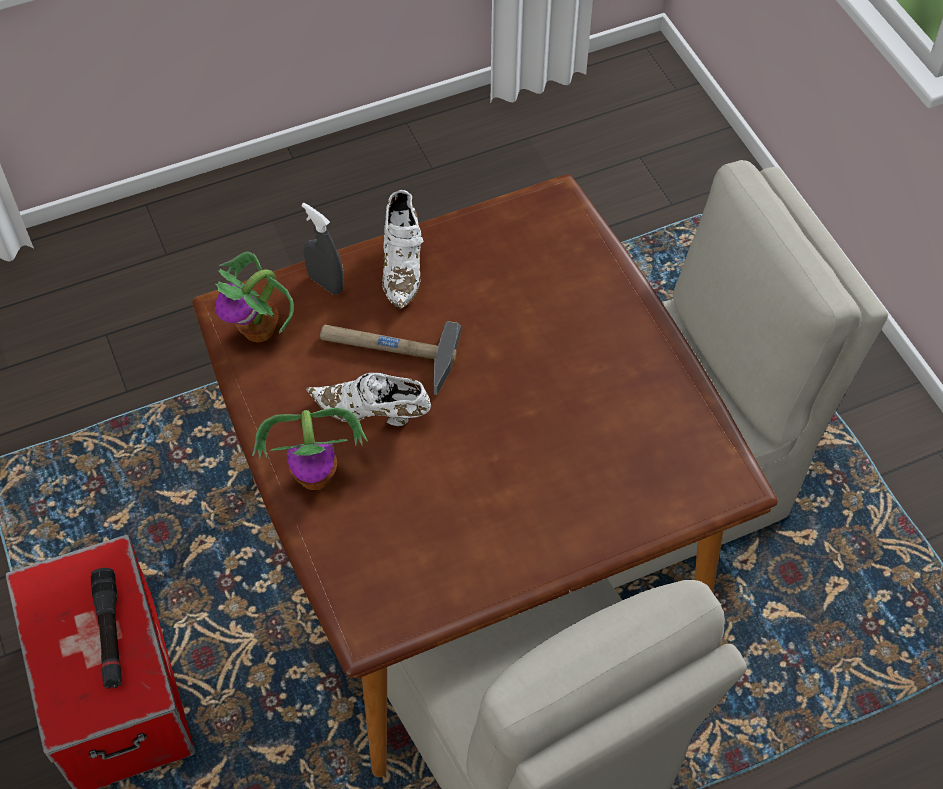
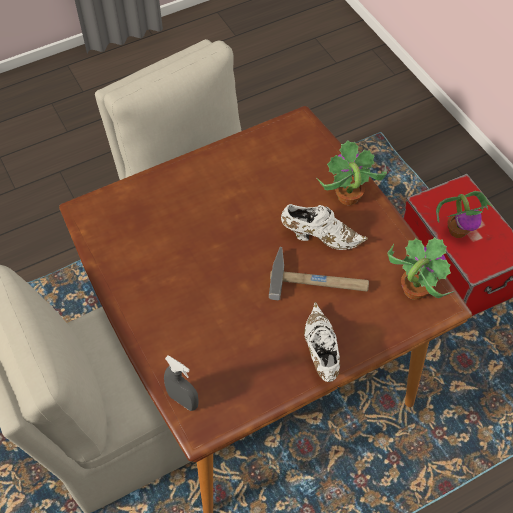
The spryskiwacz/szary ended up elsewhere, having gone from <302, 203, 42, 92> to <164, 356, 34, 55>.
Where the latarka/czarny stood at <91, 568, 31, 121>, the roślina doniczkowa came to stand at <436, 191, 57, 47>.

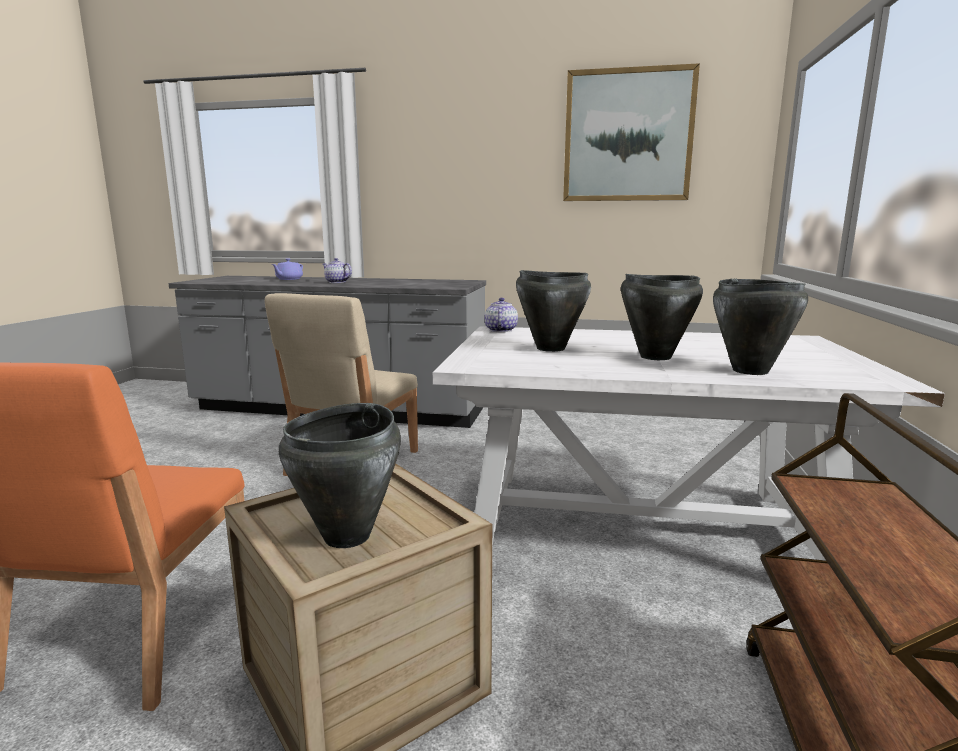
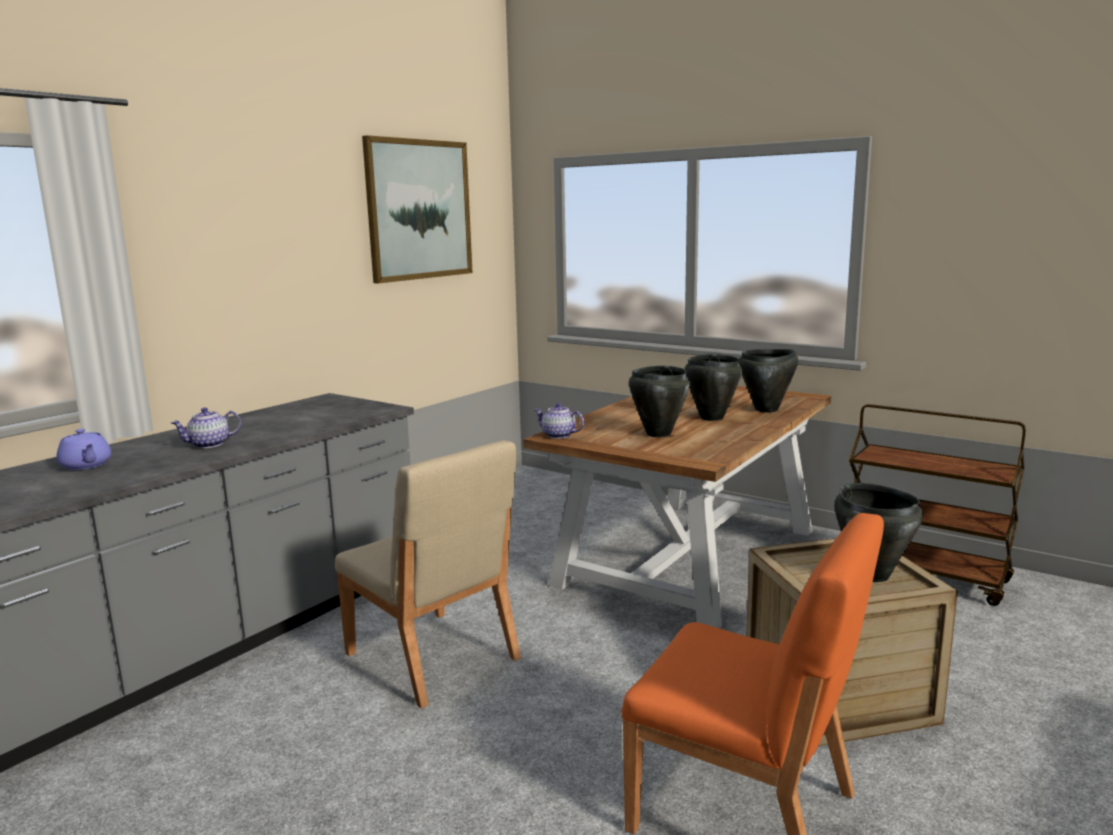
What was the stół jadalny/biały at <433, 326, 512, 235> turned into the stół jadalny/brązowy at <523, 386, 308, 242>.

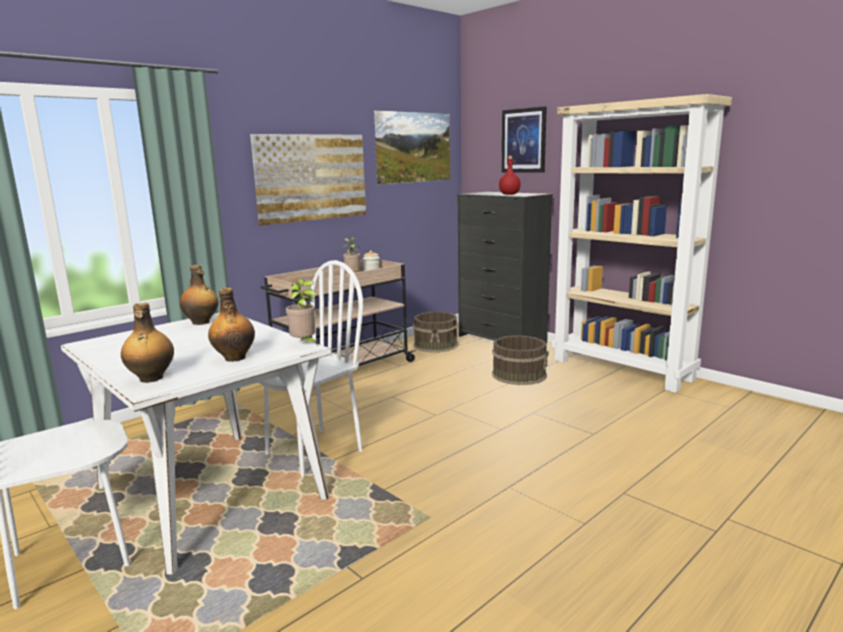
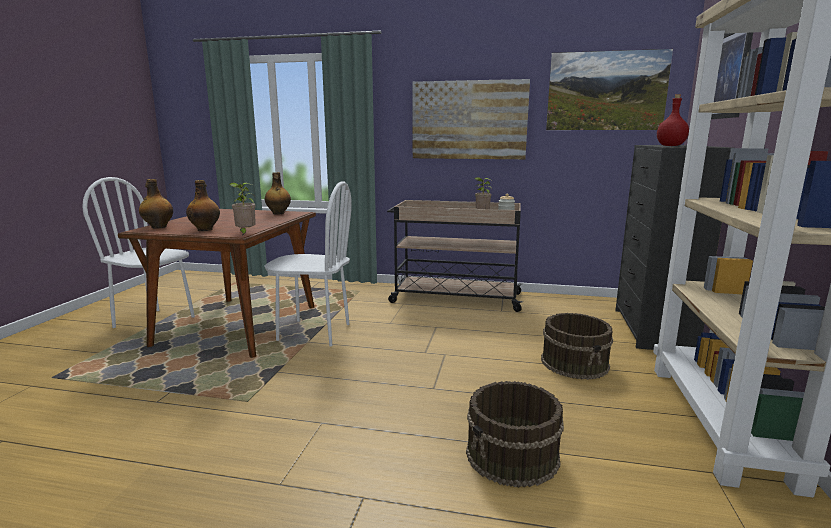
What was the stół jadalny/biały at <61, 313, 270, 262> turned into the stół jadalny/brązowy at <118, 209, 198, 149>.
The wiadro/brązowy ended up elsewhere, having gone from <413, 312, 45, 40> to <466, 381, 98, 107>.

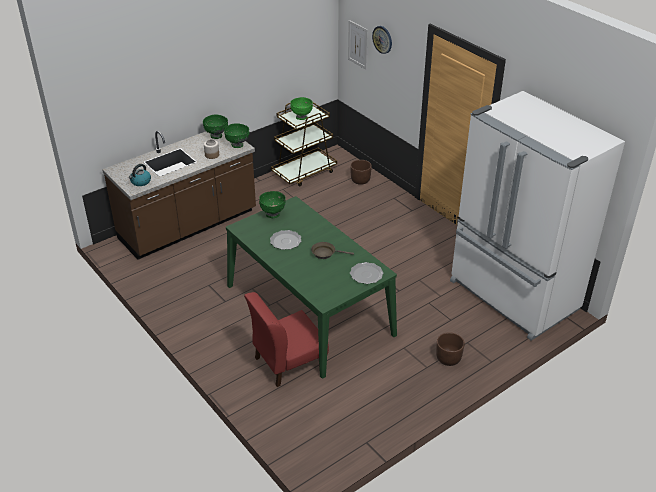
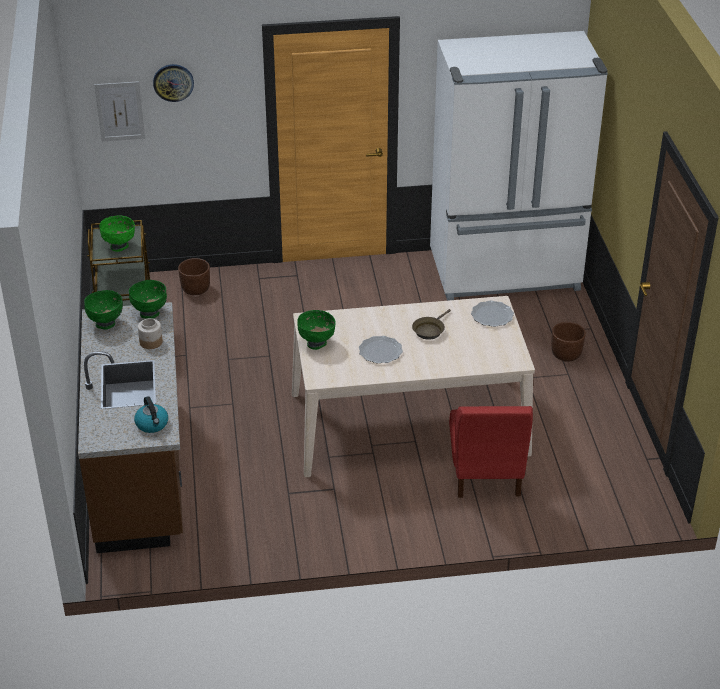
What was the stół jadalny/zielony at <226, 196, 171, 183> turned into the stół jadalny/beżowy at <292, 296, 243, 181>.

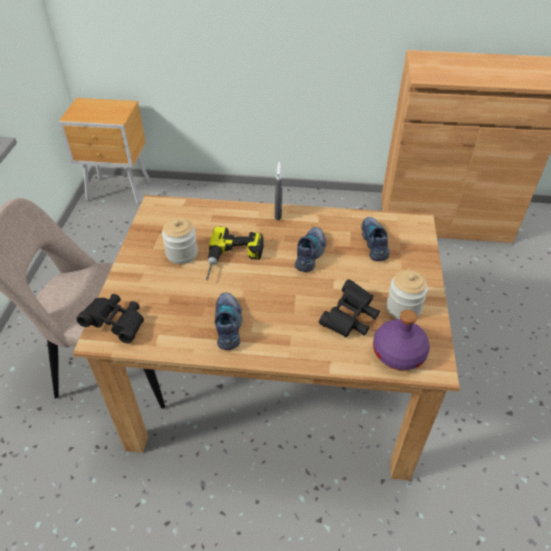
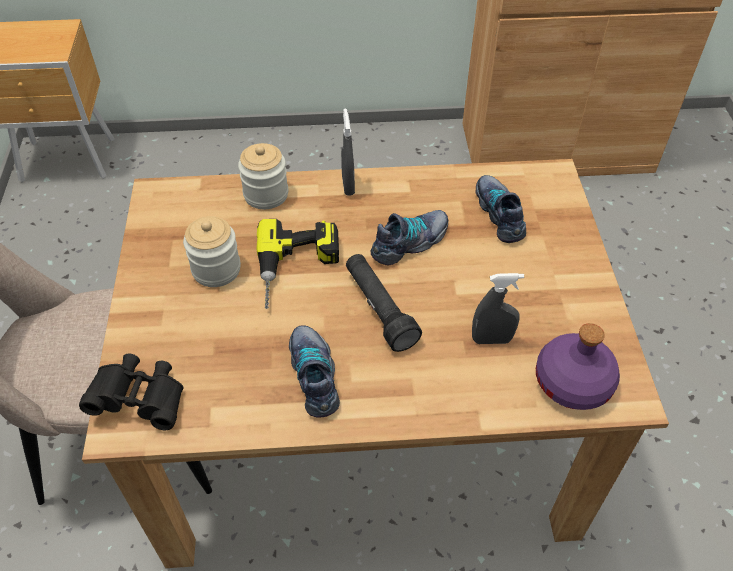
The słoik ended up elsewhere, having gone from <387, 270, 41, 49> to <238, 143, 50, 66>.
The second view gained the latarka/czarny at <346, 254, 76, 98>.
The but at <295, 227, 32, 45> ended up facing another way, 45 degrees clockwise from before.
Where the lornetka/czarny stood at <319, 279, 61, 59>, the spryskiwacz/szary came to stand at <472, 273, 52, 71>.

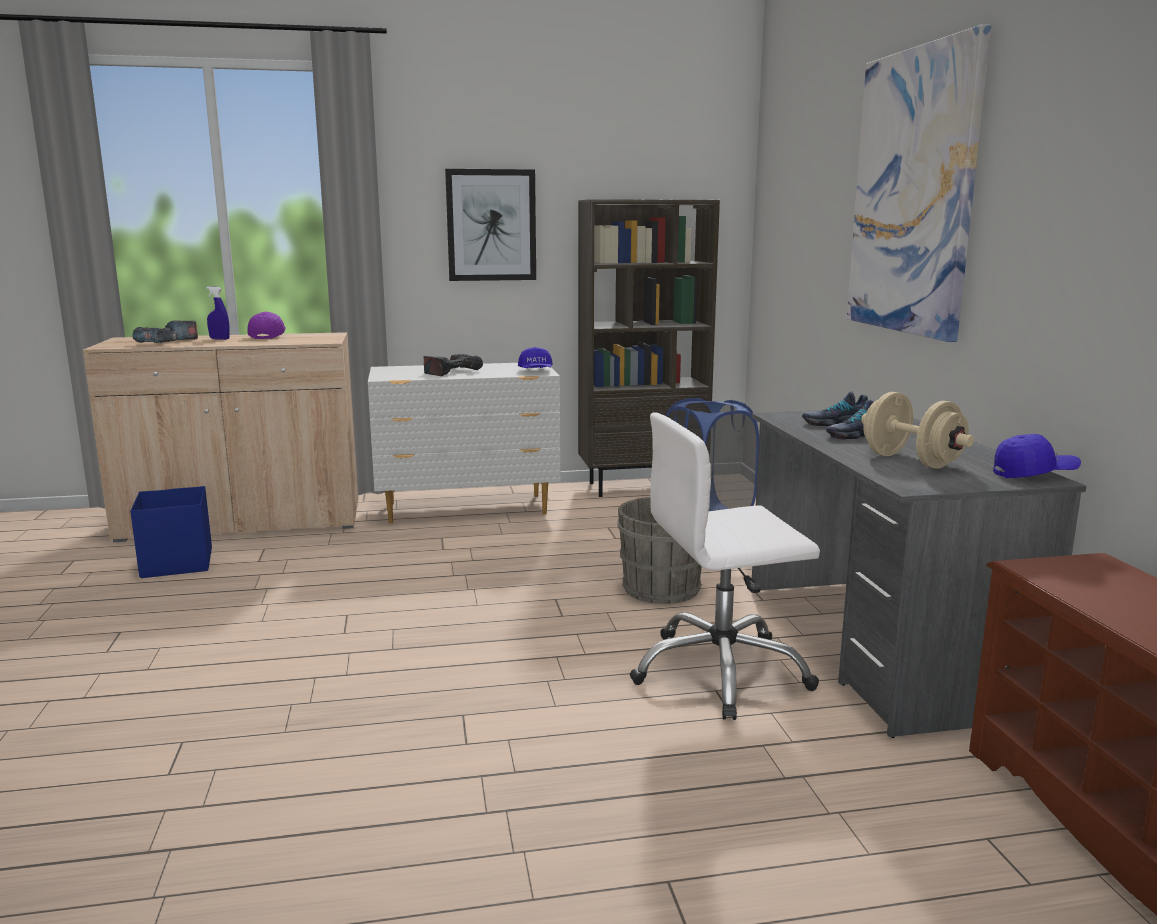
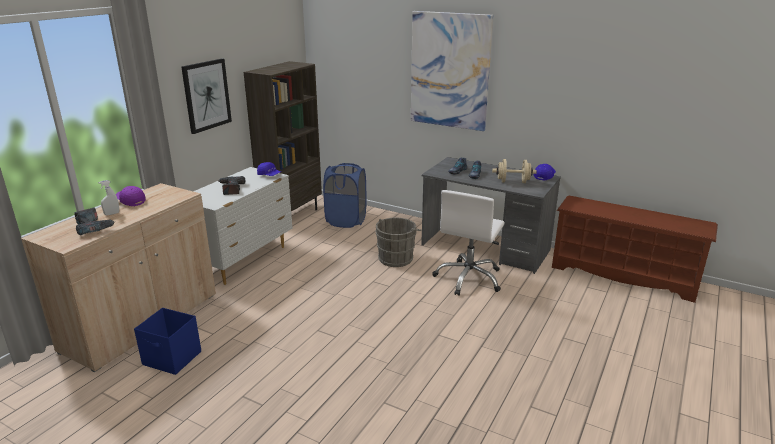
What was the spryskiwacz/niebieski at <206, 286, 24, 54> turned into the spryskiwacz/biały at <98, 180, 21, 36>.

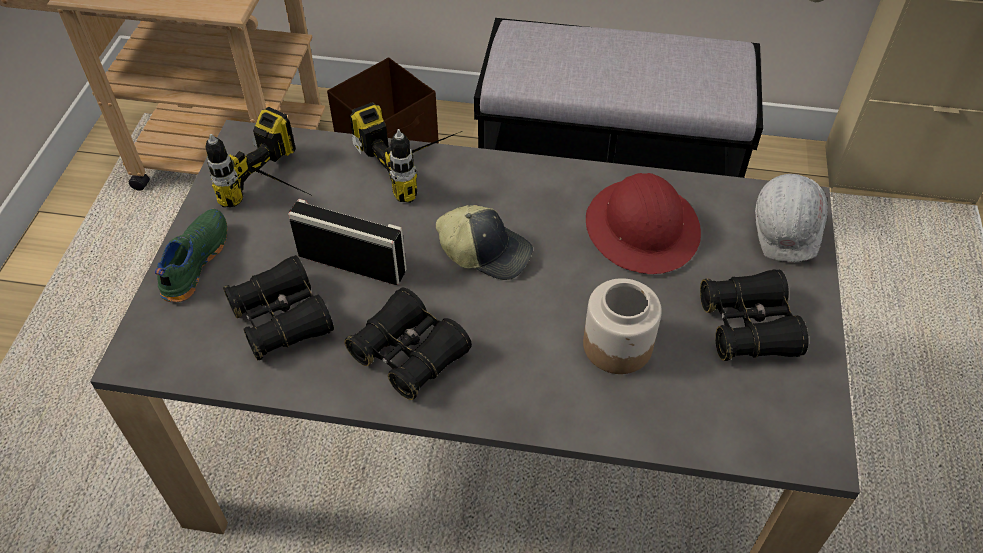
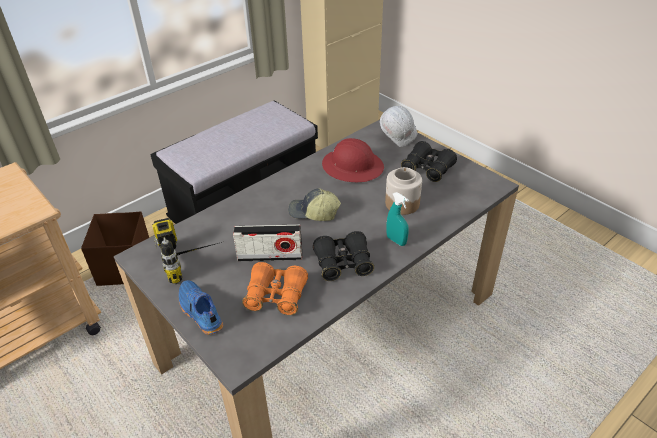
What was the but/zielony at <155, 209, 72, 93> turned into the but/niebieski at <179, 280, 44, 54>.
The radio at <288, 199, 118, 86> ended up facing another way, 150 degrees counterclockwise from before.
What was the lornetka/czarny at <223, 255, 111, 106> turned into the lornetka/pomarańczowy at <242, 262, 66, 53>.
The czapka z daszkiem at <436, 205, 97, 75> ended up facing another way, 135 degrees counterclockwise from before.
The second view gained the spryskiwacz/turkusowy at <386, 192, 23, 54>.
The second view lost the wiertarka at <350, 102, 112, 101>.

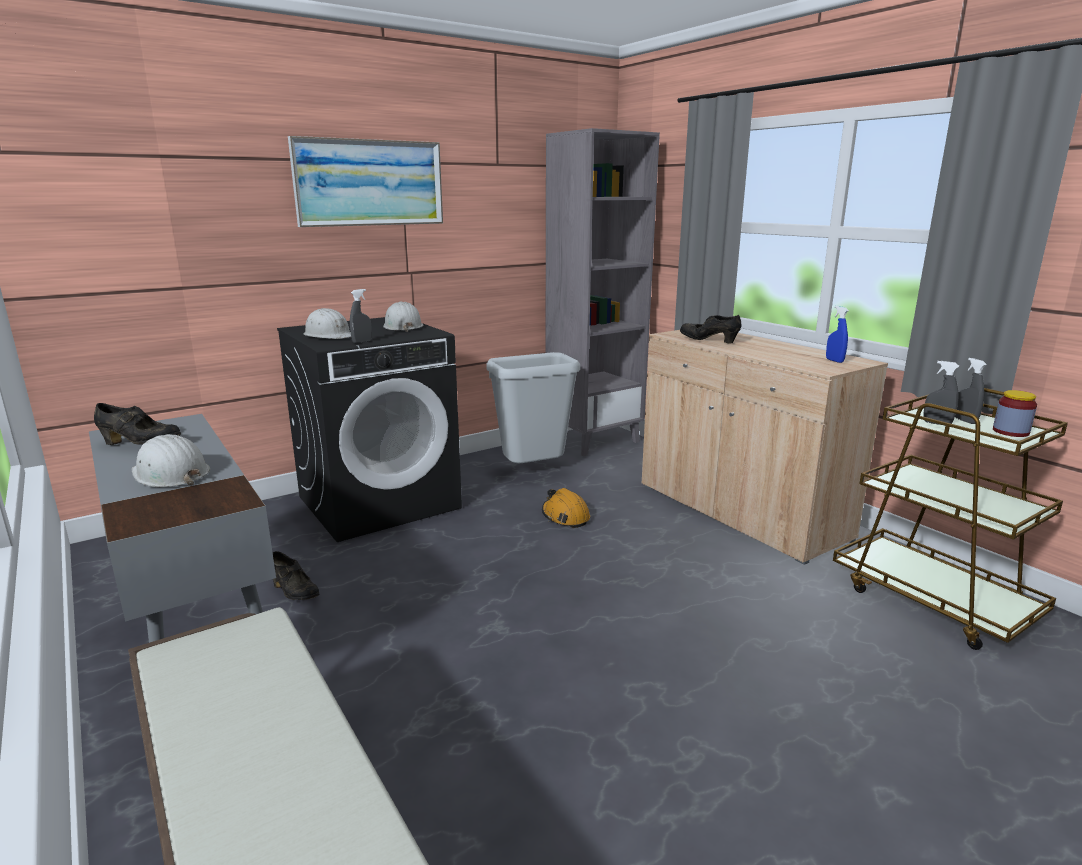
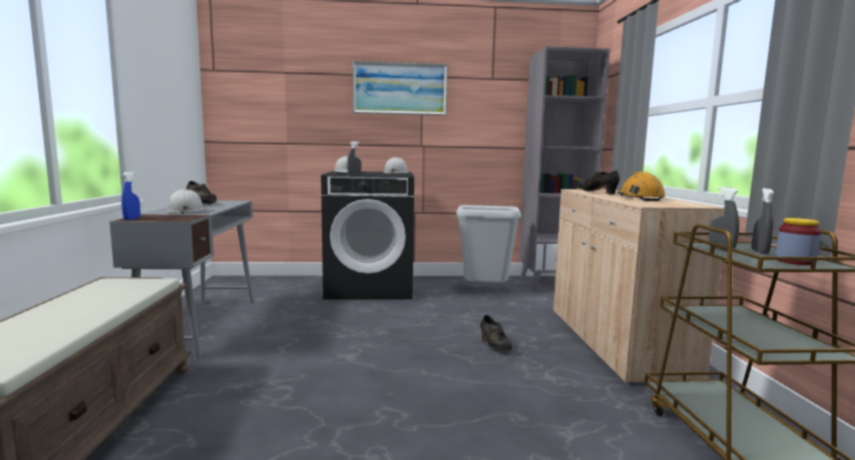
The spryskiwacz/niebieski ended up elsewhere, having gone from <826, 306, 23, 57> to <121, 172, 19, 48>.
The but/czarny ended up elsewhere, having gone from <273, 551, 46, 49> to <480, 315, 32, 35>.
The kask/pomarańczowy ended up elsewhere, having gone from <542, 488, 48, 40> to <617, 172, 48, 29>.

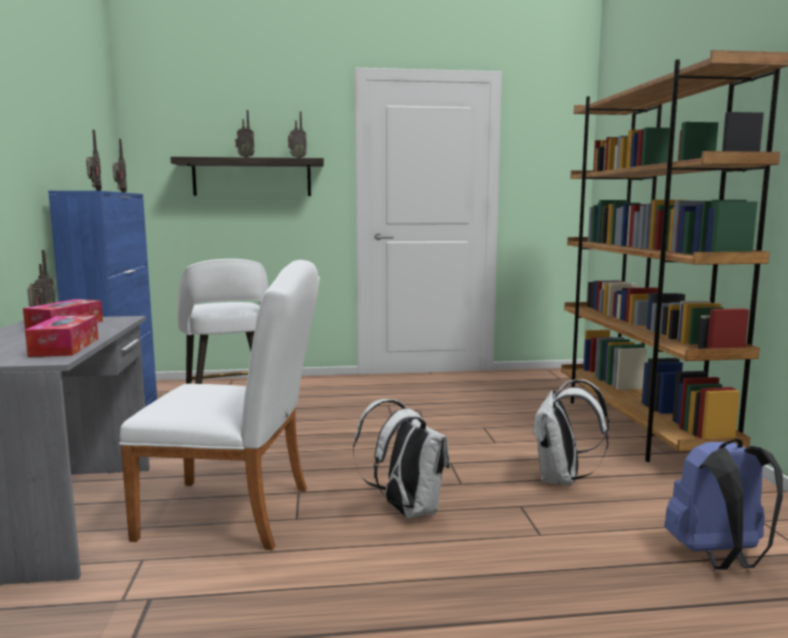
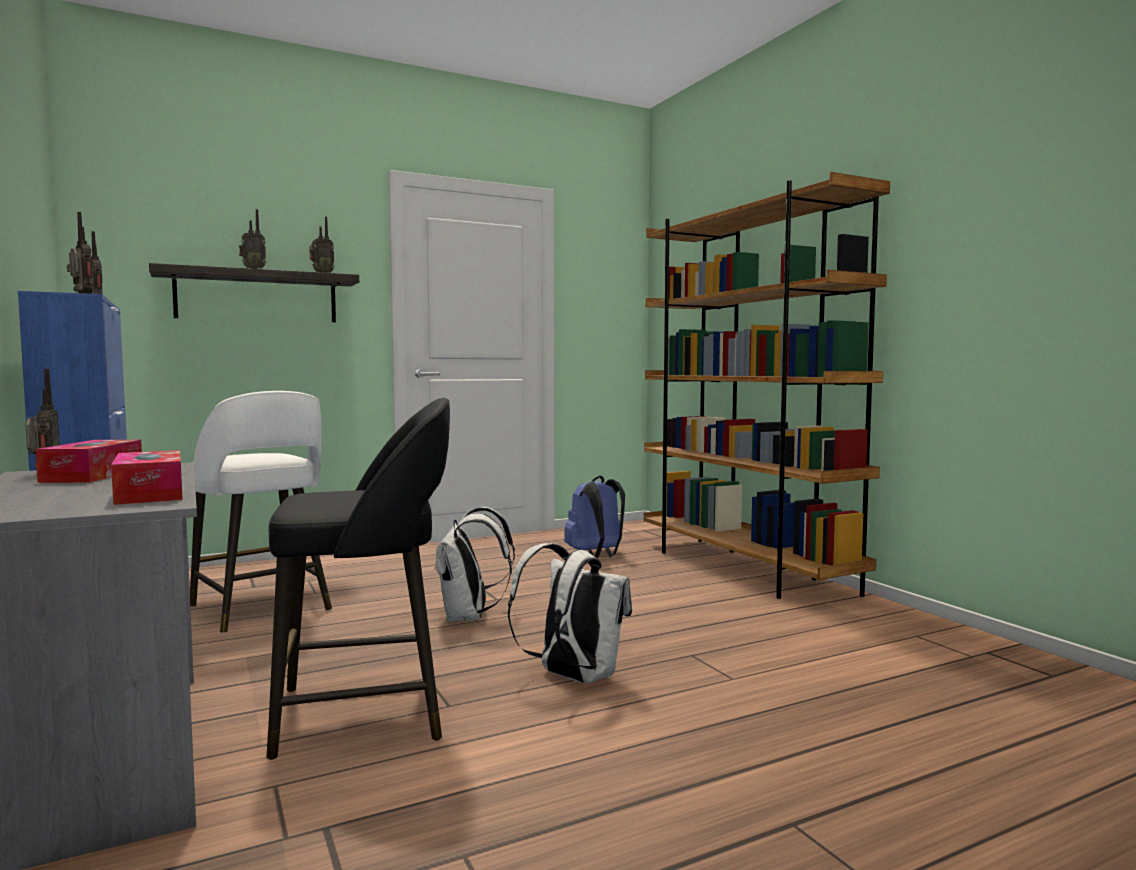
Where the krzesło/biały stood at <119, 260, 201, 290>, the stołek/czarny came to stand at <267, 398, 183, 362>.
The plecak/biały ended up elsewhere, having gone from <532, 379, 77, 107> to <434, 507, 81, 115>.
The plecak/niebieski ended up elsewhere, having gone from <664, 439, 119, 131> to <564, 476, 61, 82>.

